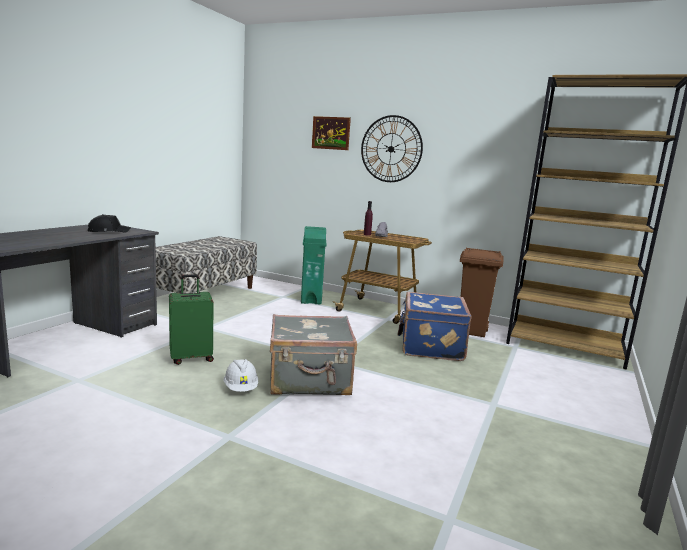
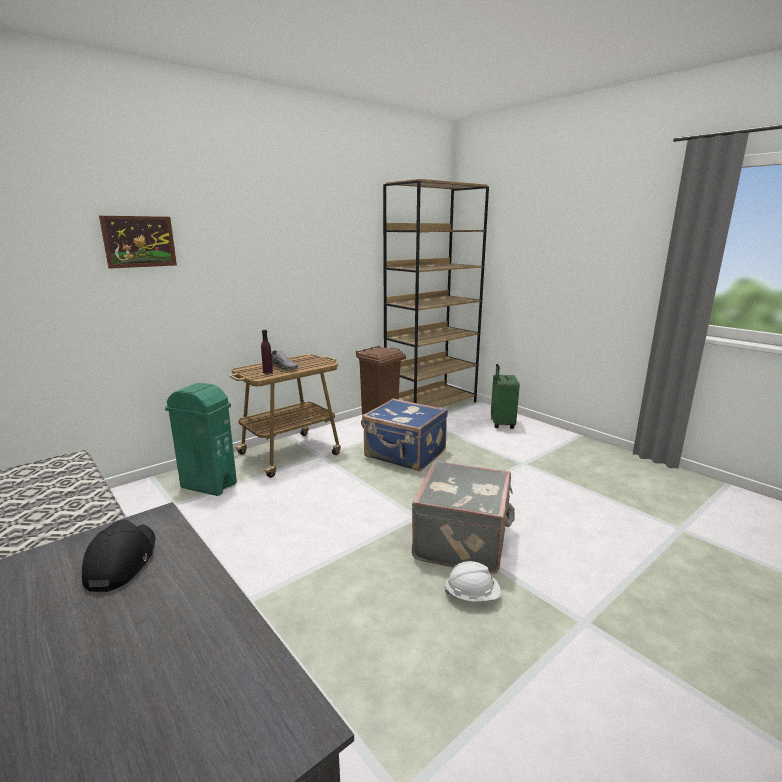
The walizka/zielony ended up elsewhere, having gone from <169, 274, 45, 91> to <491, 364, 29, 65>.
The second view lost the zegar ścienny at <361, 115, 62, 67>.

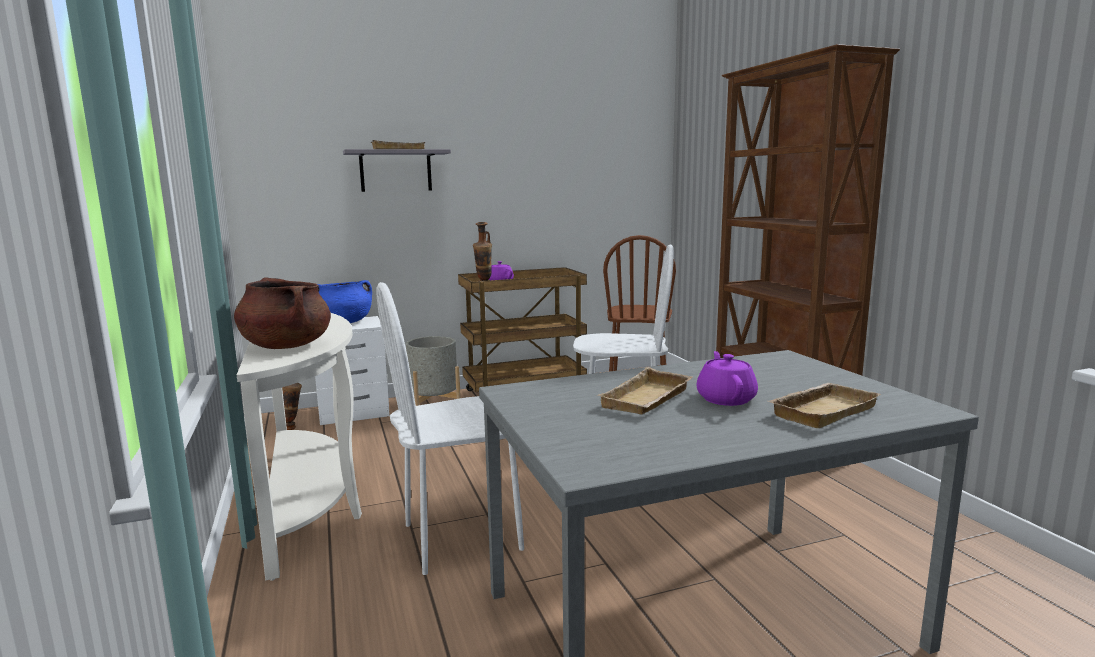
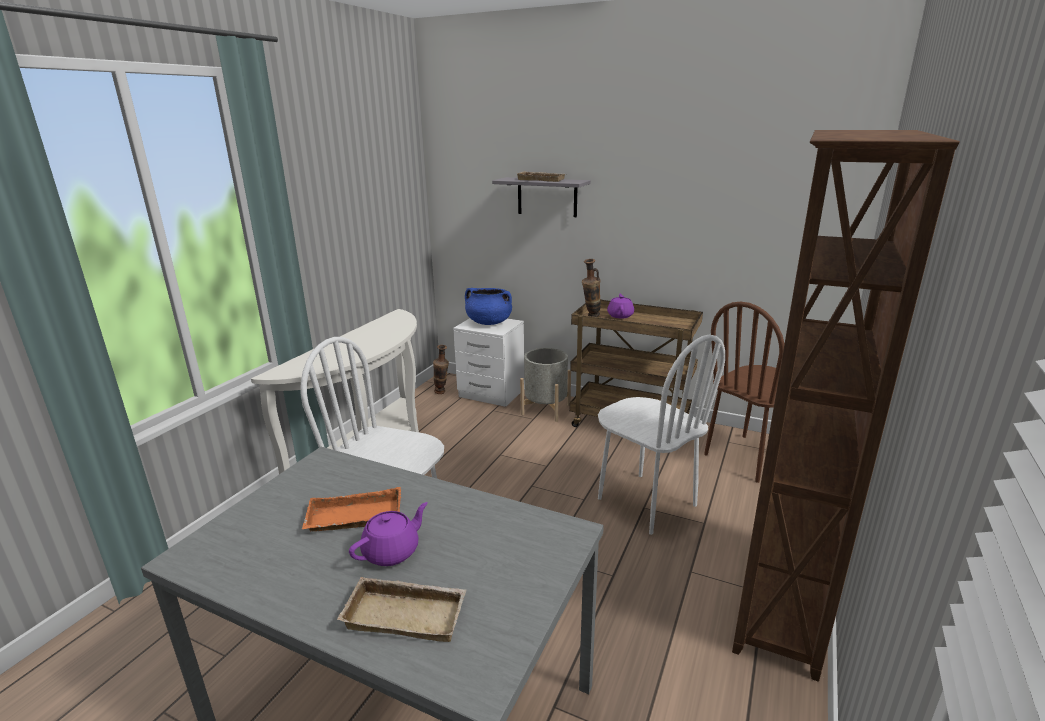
What was the taca/beżowy at <598, 367, 95, 48> turned into the taca/pomarańczowy at <302, 487, 99, 44>.
The second view lost the garnek/brązowy at <234, 277, 97, 72>.

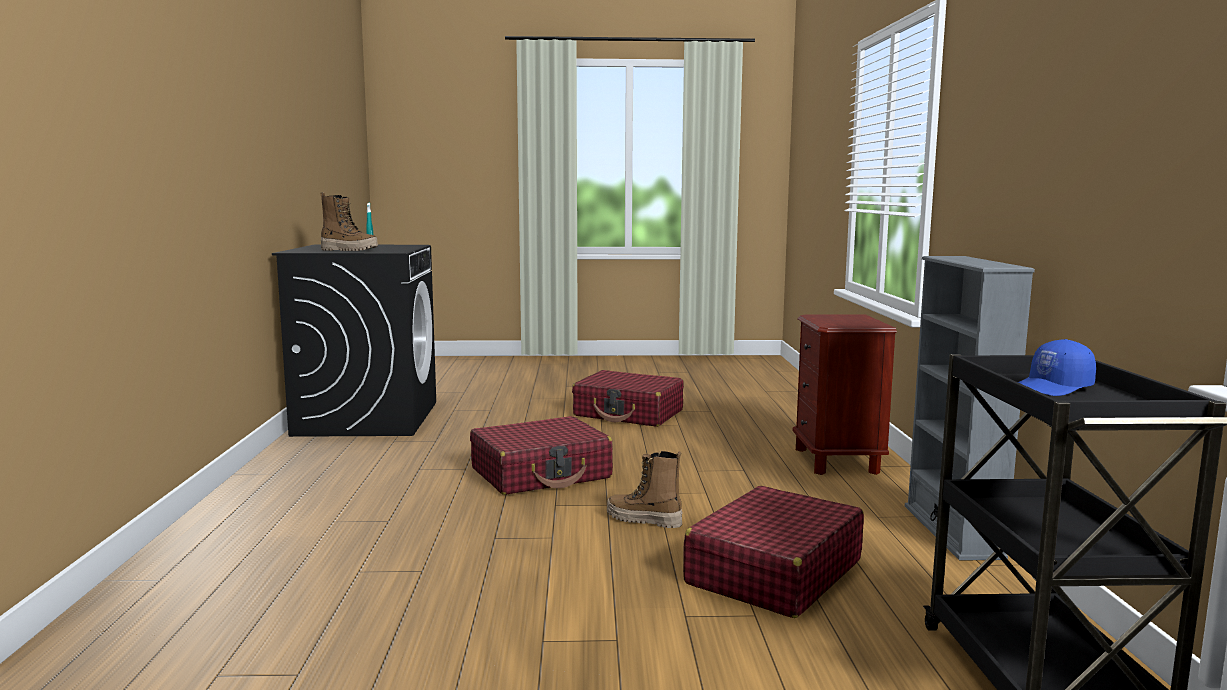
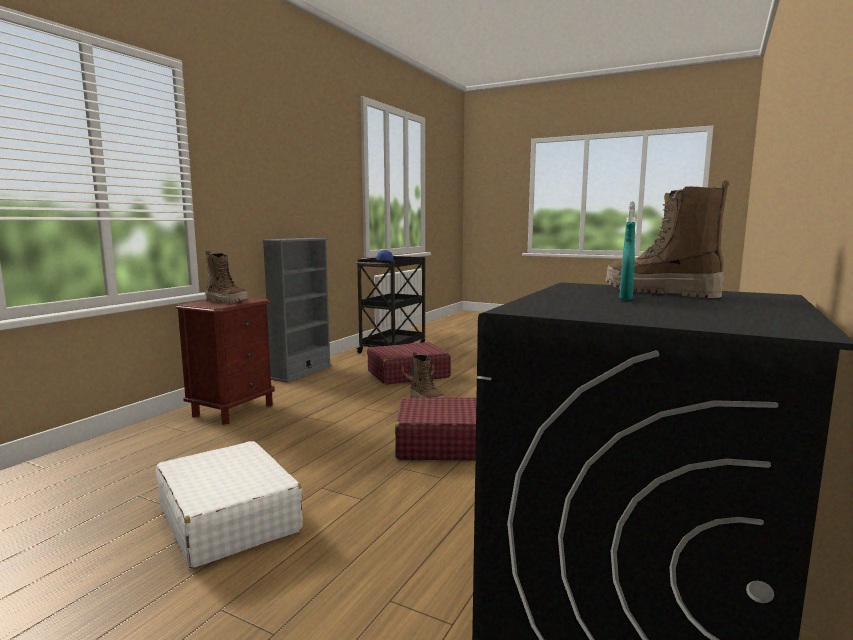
What was the walizka/czerwony at <572, 370, 112, 57> turned into the walizka/biały at <156, 441, 147, 127>.
The second view gained the but z cholewką at <205, 251, 43, 52>.

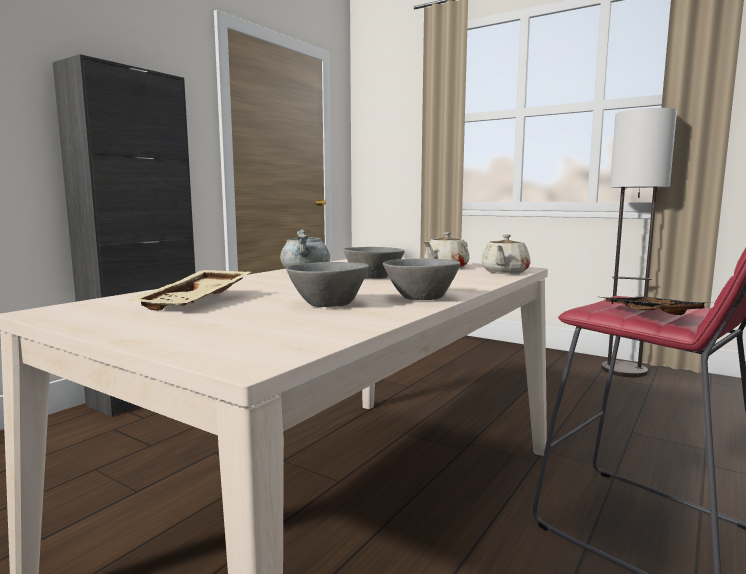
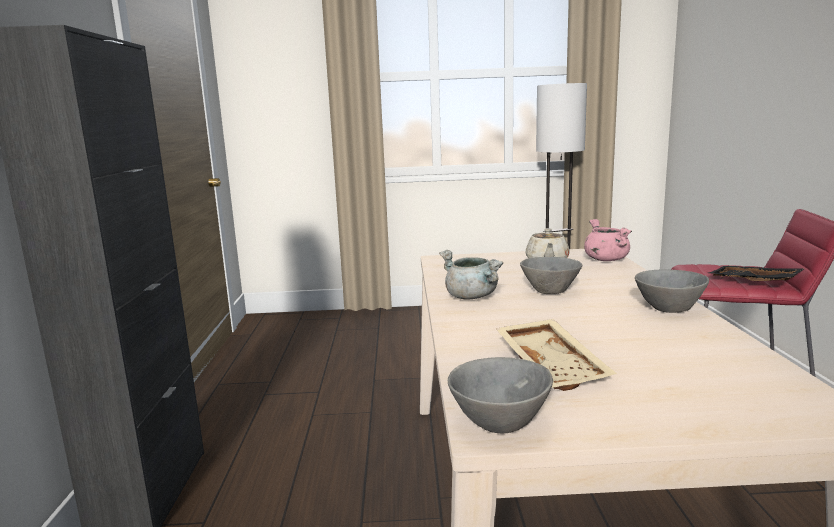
The miska/szary ended up elsewhere, having gone from <286, 262, 83, 45> to <448, 357, 105, 77>.
Where the imbryk/beżowy stood at <481, 234, 50, 40>, the garnek/różowy came to stand at <584, 219, 48, 42>.

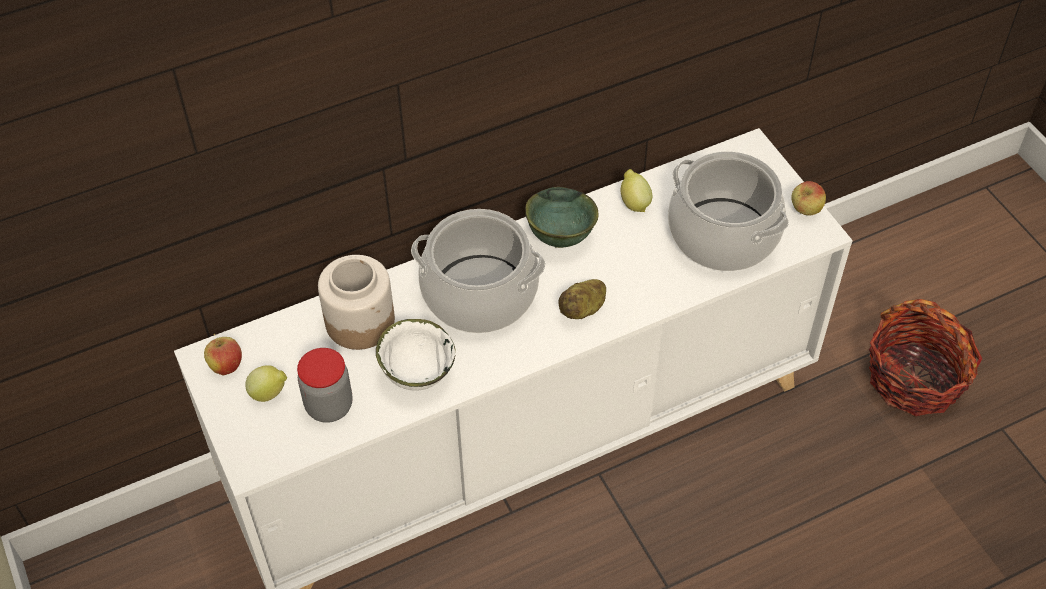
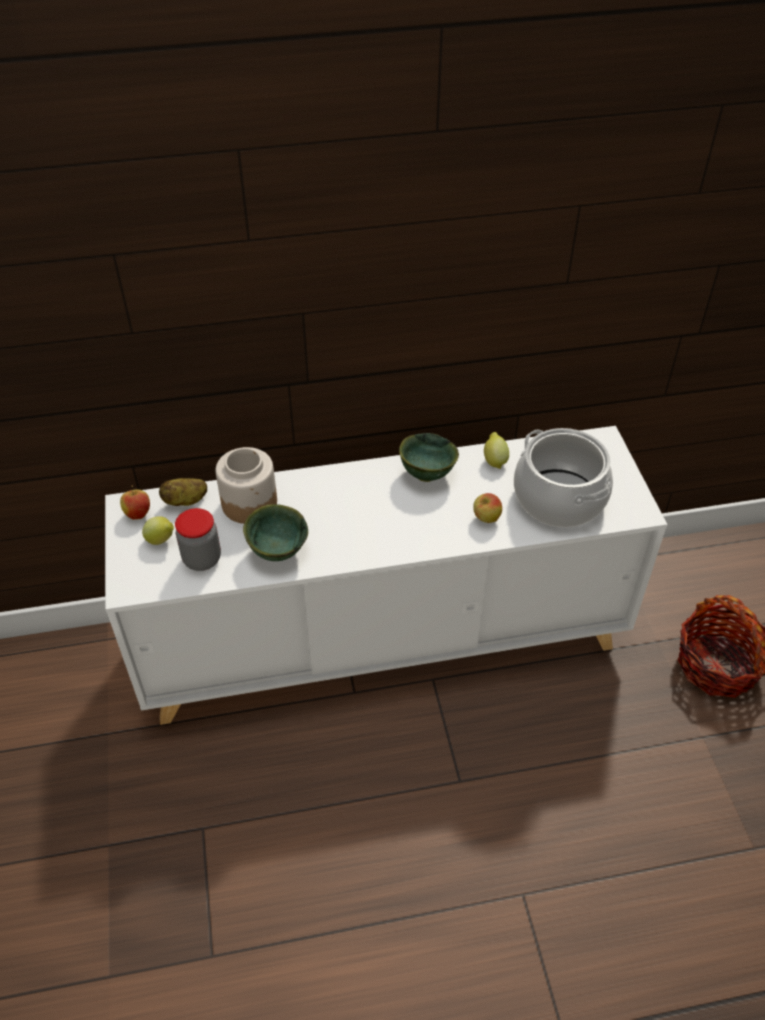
The ziemniak ended up elsewhere, having gone from <558, 279, 48, 40> to <159, 478, 48, 28>.
What was the miska/biały at <376, 319, 80, 72> turned into the miska/zielony at <243, 504, 65, 57>.
The jabłko ended up elsewhere, having gone from <791, 181, 35, 35> to <473, 493, 29, 30>.
The second view lost the garnek at <411, 209, 135, 124>.

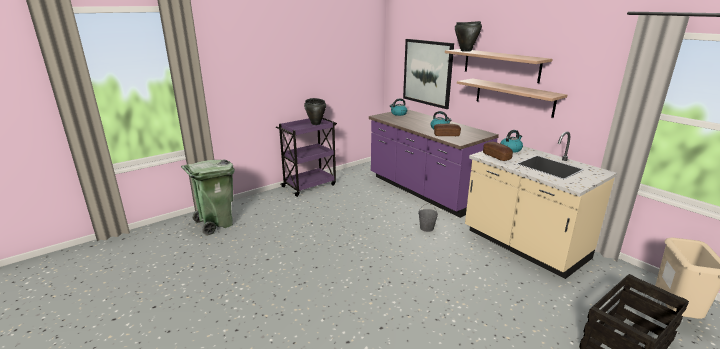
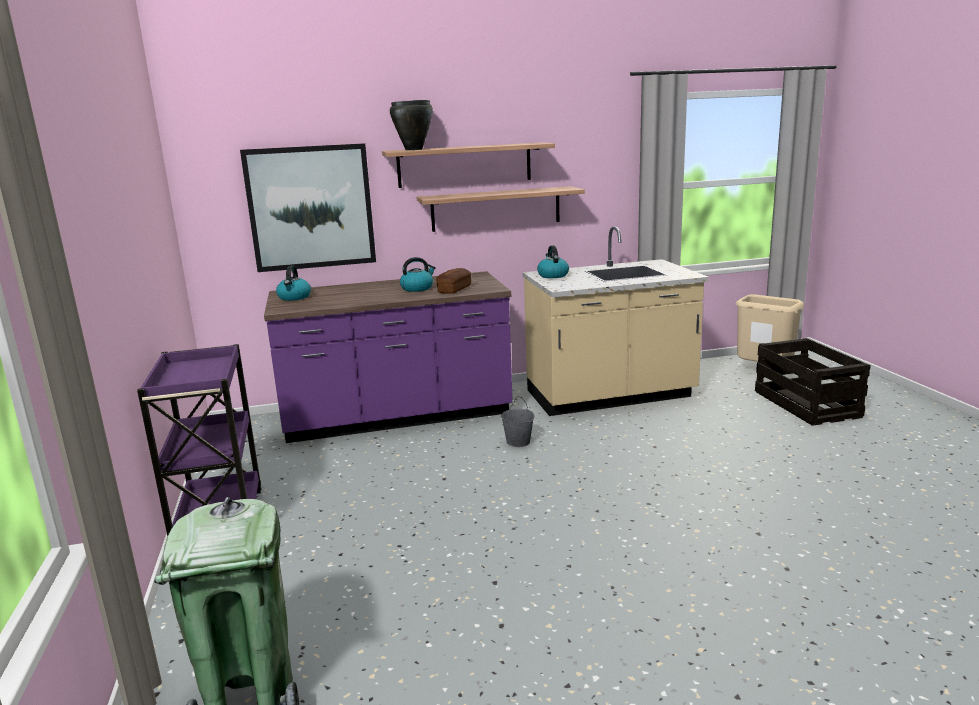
The second view lost the garnek/czarny at <304, 98, 22, 27>.
The second view lost the chleb at <483, 142, 30, 19>.

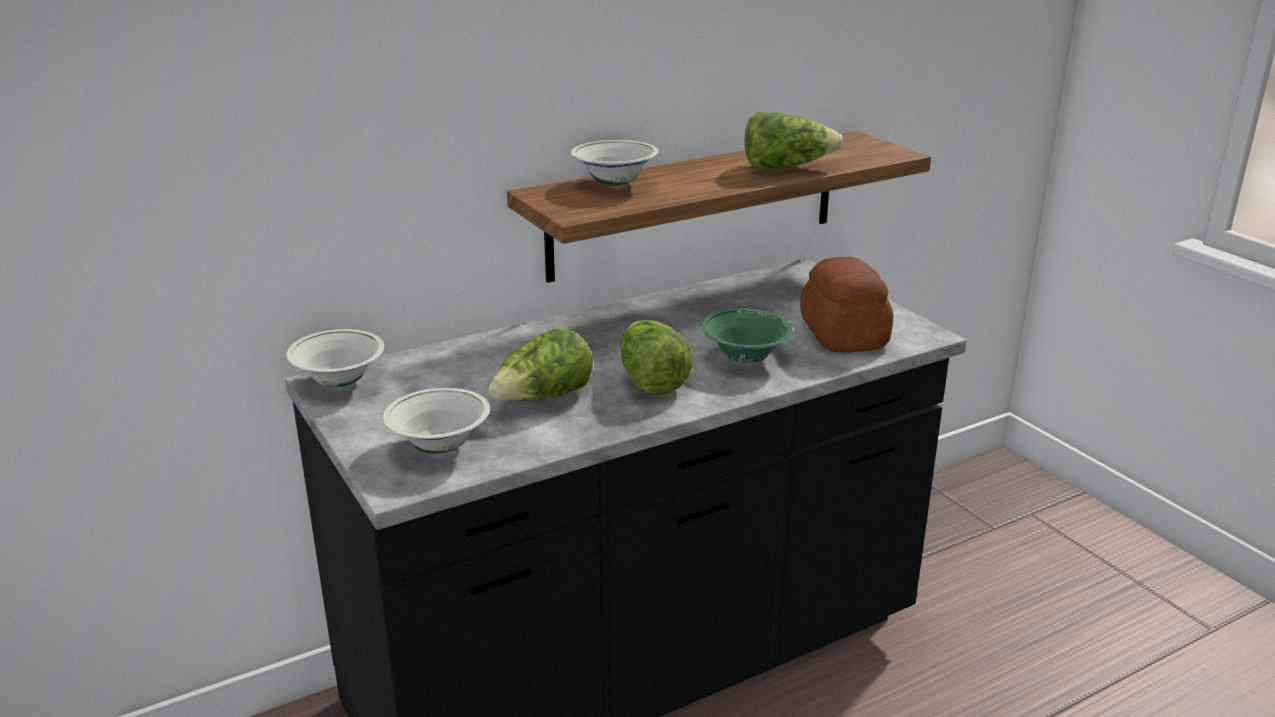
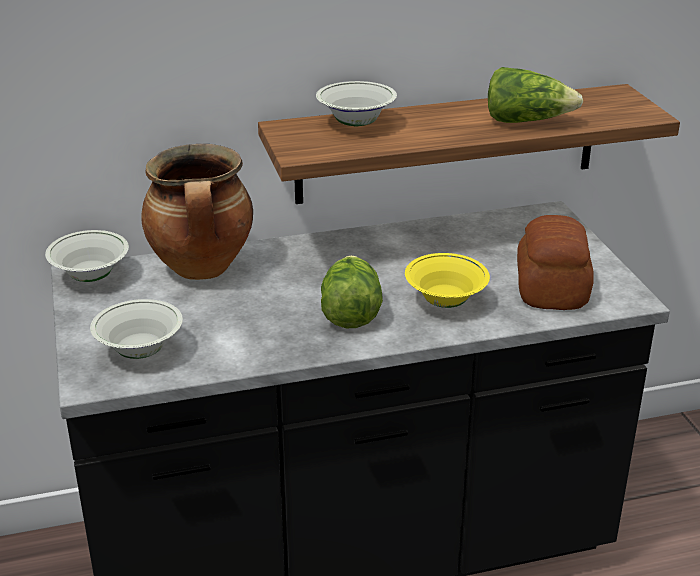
The second view gained the garnek at <141, 144, 112, 136>.
What was the miska/zielony at <701, 308, 92, 55> turned into the miska/żółty at <405, 253, 85, 55>.
The second view lost the sałata at <489, 328, 104, 73>.

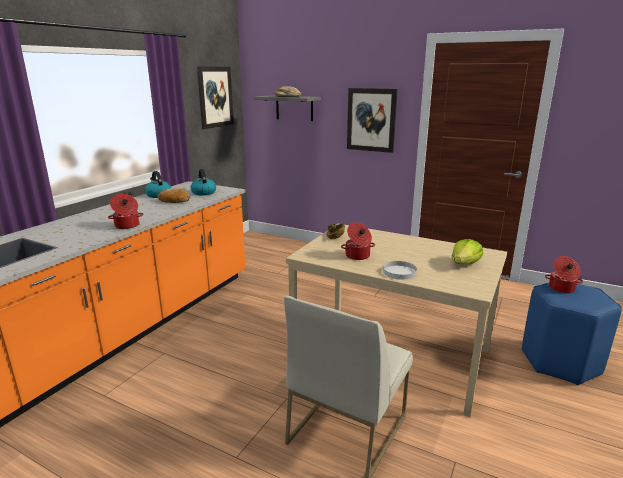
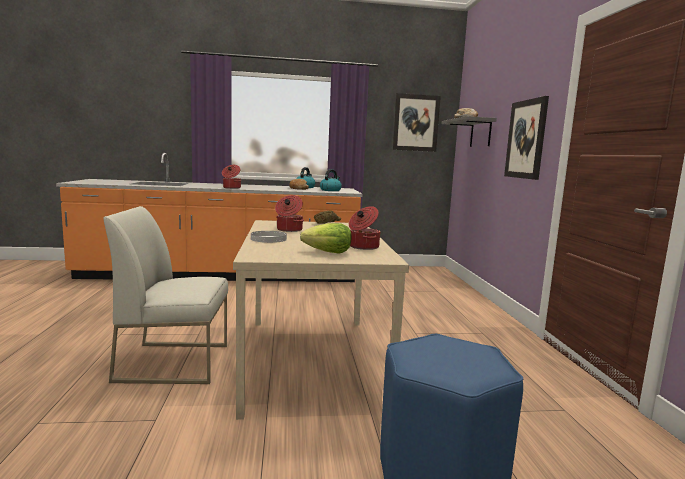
The garnek ended up elsewhere, having gone from <545, 256, 38, 37> to <349, 206, 31, 44>.

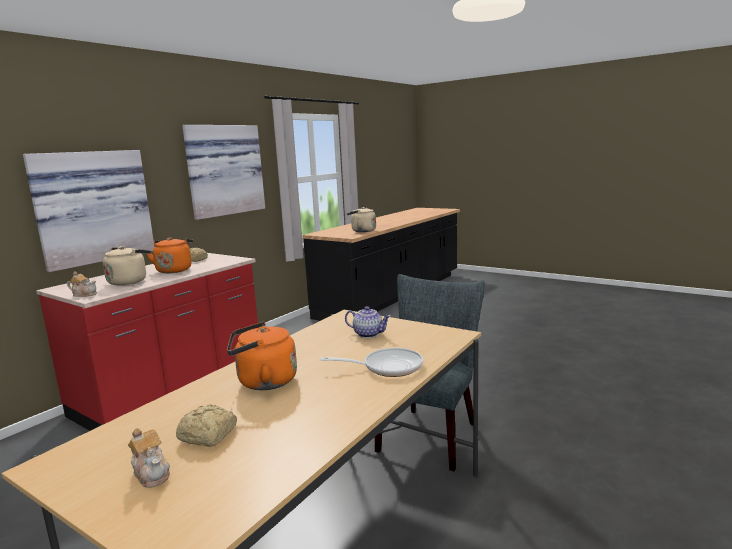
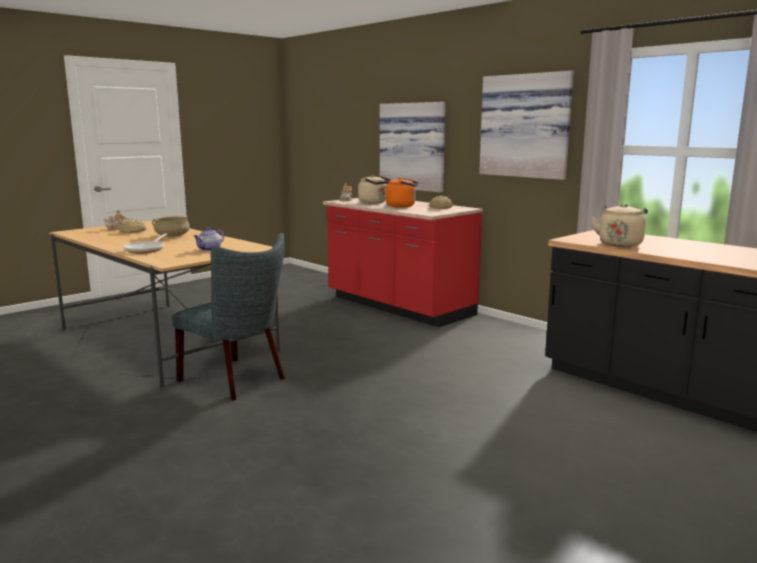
Where the czajnik/pomarańczowy stood at <227, 322, 70, 68>, the garnek/beżowy came to stand at <152, 217, 41, 20>.

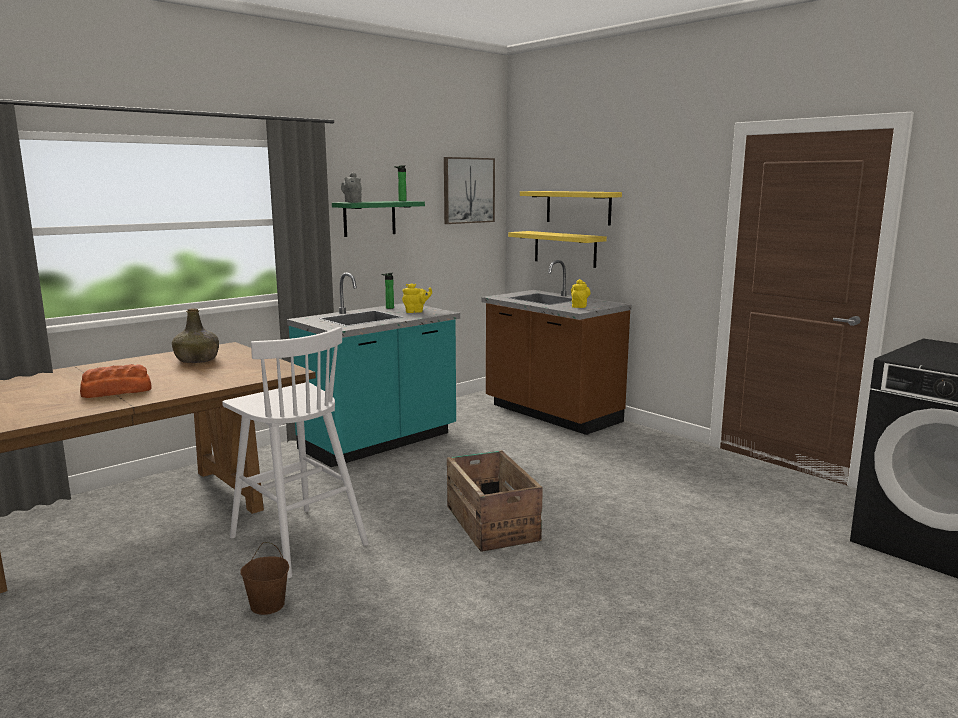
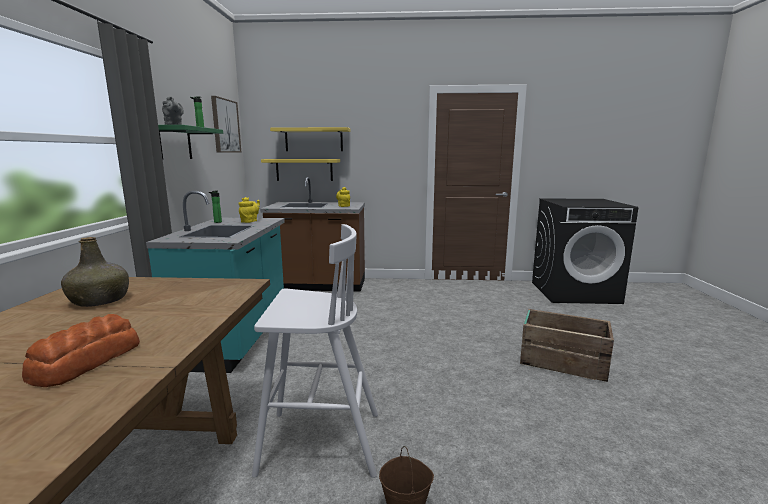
The skrzynka ended up elsewhere, having gone from <447, 450, 96, 102> to <520, 309, 94, 73>.

